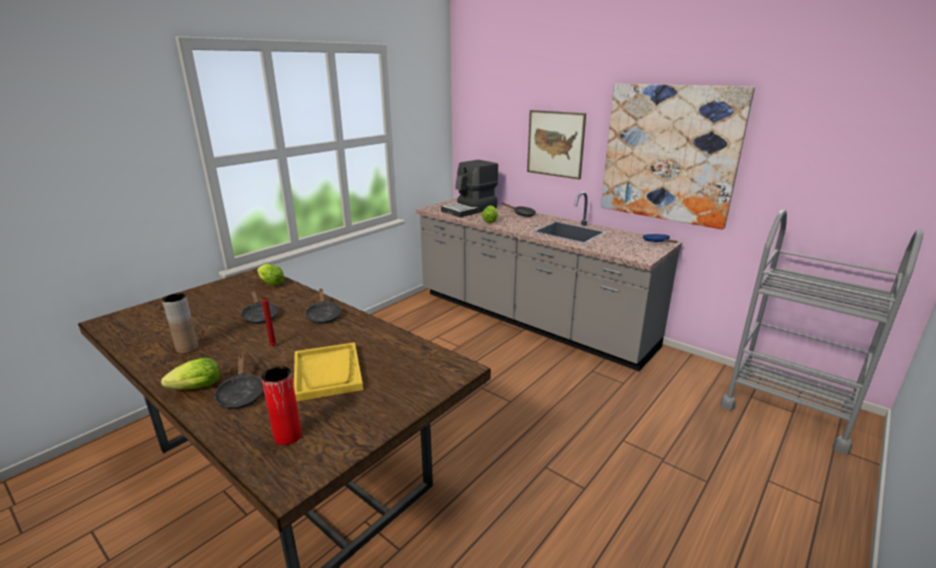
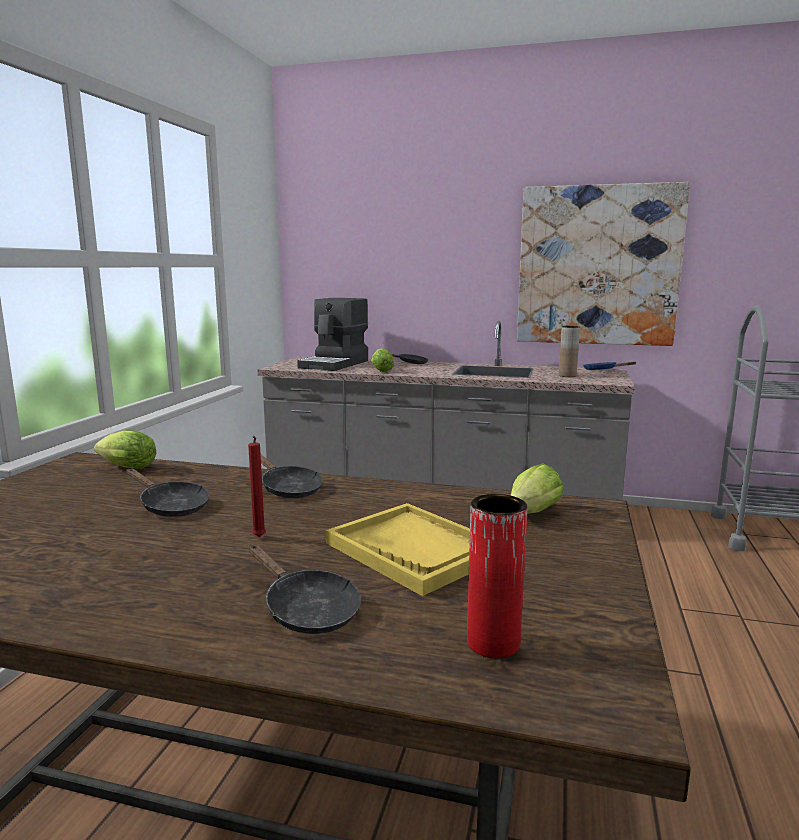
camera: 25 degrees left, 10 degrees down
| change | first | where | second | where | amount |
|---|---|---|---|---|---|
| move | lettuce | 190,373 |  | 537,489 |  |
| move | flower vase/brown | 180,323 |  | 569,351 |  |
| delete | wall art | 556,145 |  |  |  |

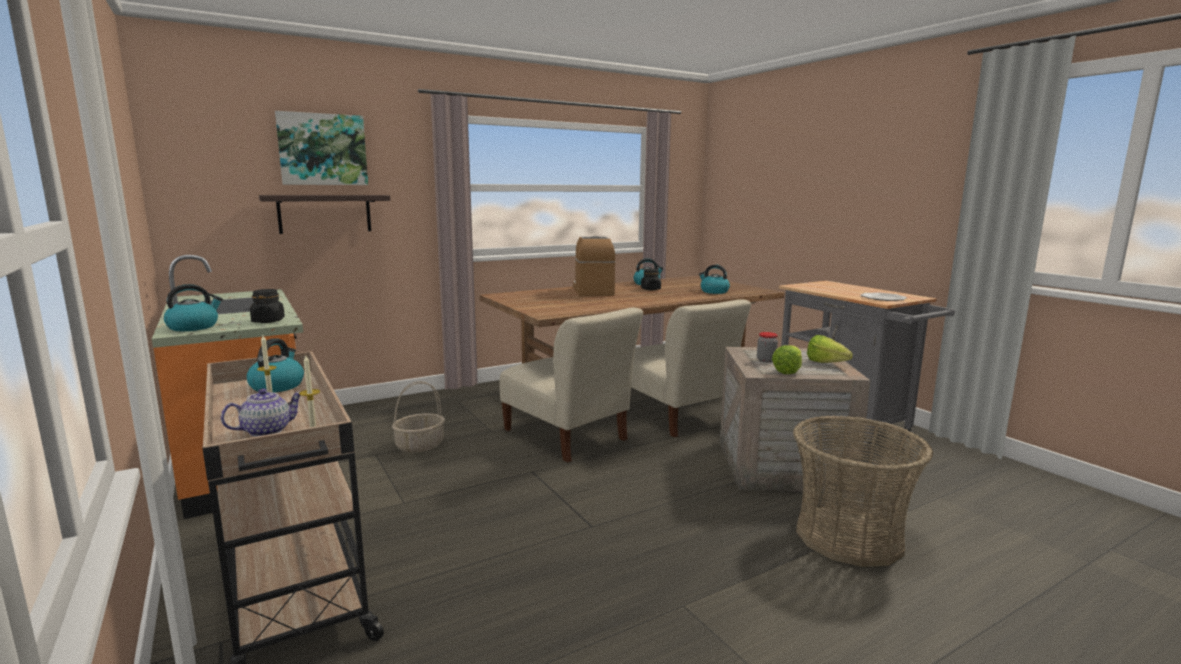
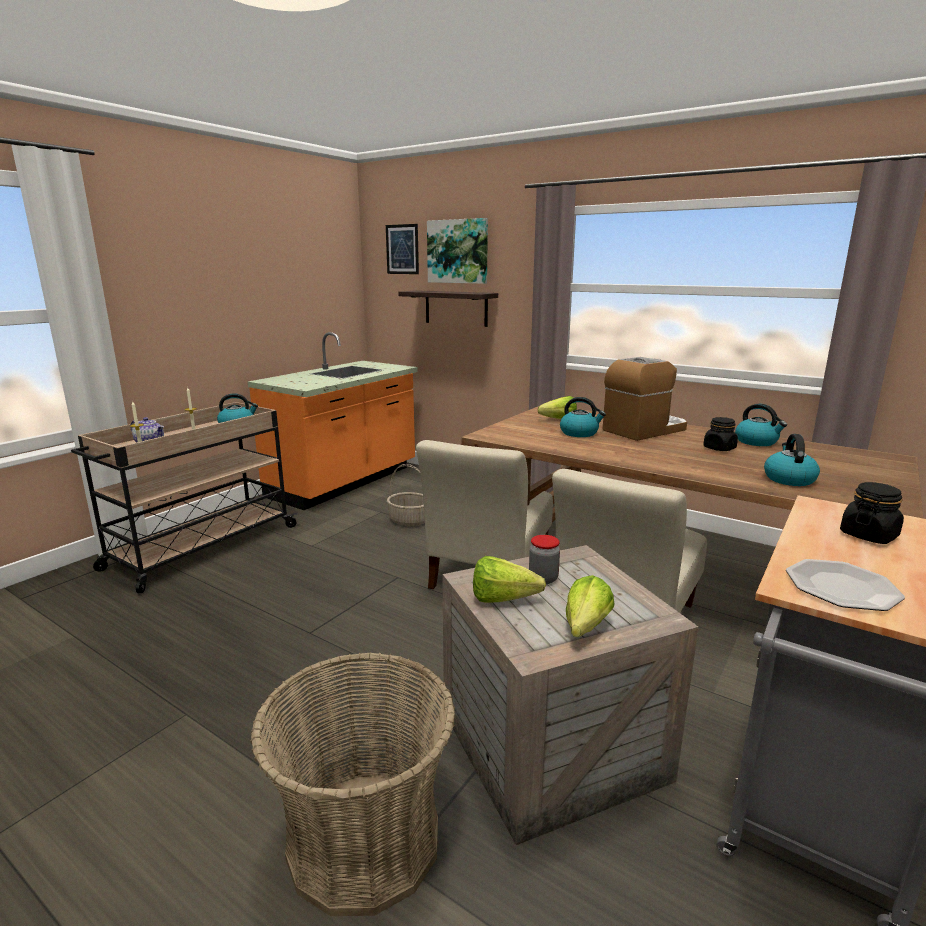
camera: 65 degrees right, 5 degrees up
| change | first | where | second | where | amount |
|---|---|---|---|---|---|
| move | kettle | 193,307 |  | 583,417 |  |
| move | preserve jar/blackish | 267,306 |  | 872,513 |  |
| insert |  |  | wall art | 402,249 |  |
| insert |  |  | lettuce | 557,407 |  |

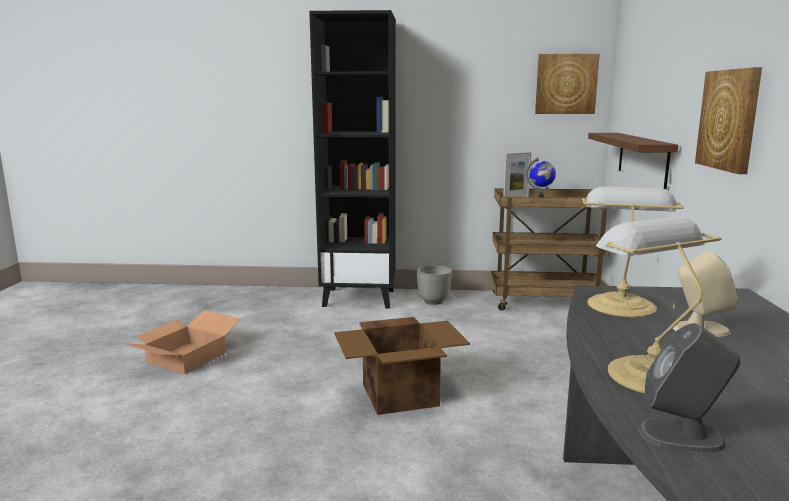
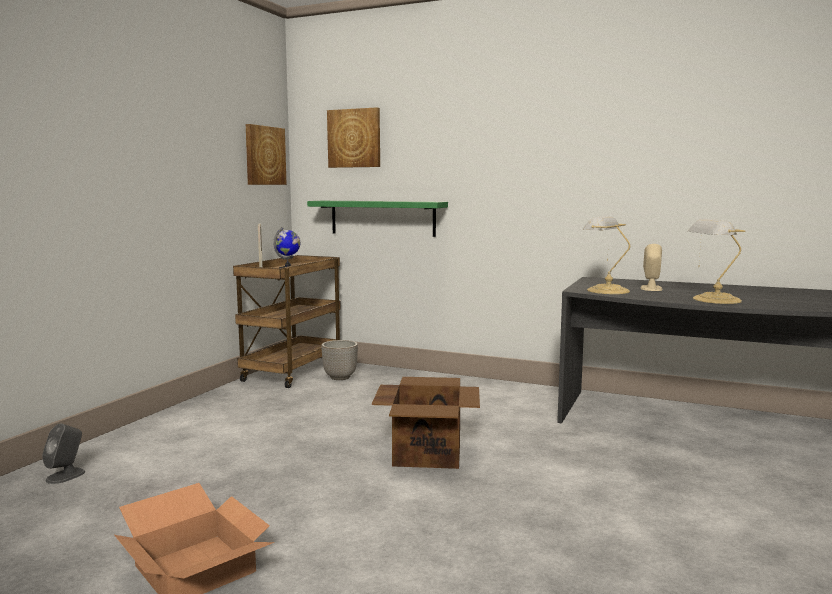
camera: 70 degrees left, 5 degrees down
| change | first | where | second | where | amount |
|---|---|---|---|---|---|
| delete | bookshelf/blackish | 352,159 |  |  |  |
| move | planter | 434,285 |  | 339,360 |  |
| recolor | bracket shelf/brown | 633,161 | bracket shelf/greenish | 377,219 |  |
| move | loudspeaker/grey | 690,388 |  | 63,453 |  |
| move | wall art | 728,120 |  | 353,137 |  |

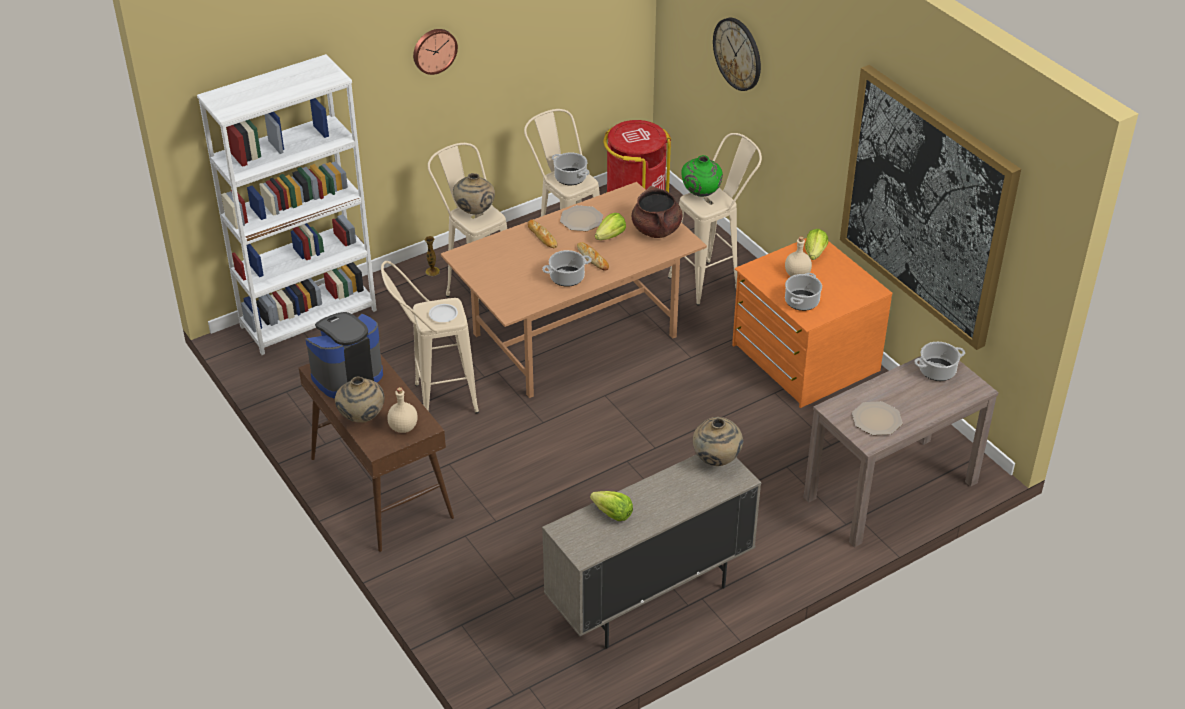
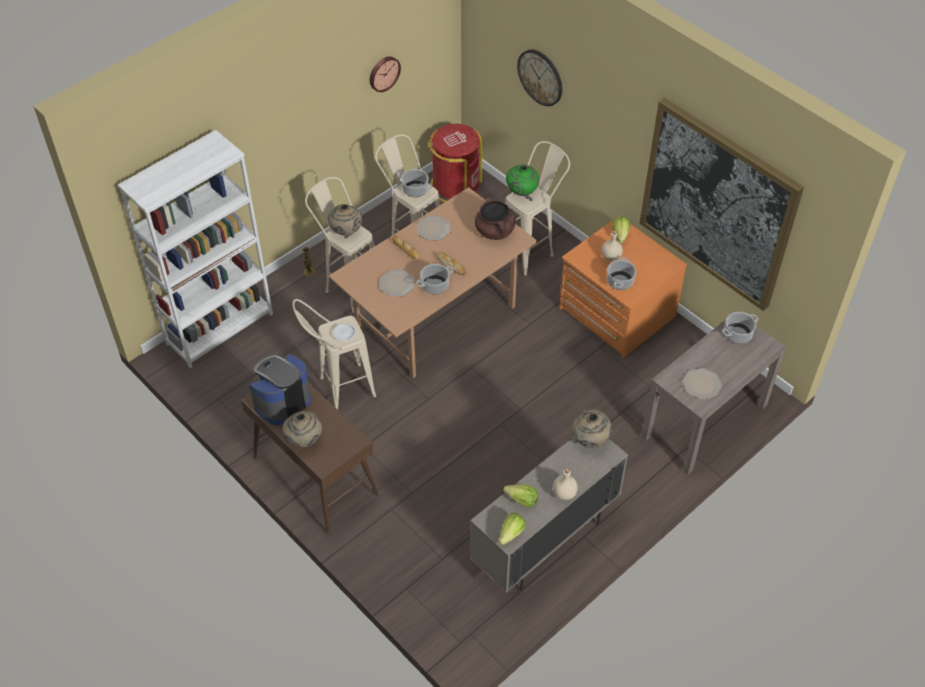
camera: 10 degrees left, 10 degrees up
| change | first | where | second | where | amount |
|---|---|---|---|---|---|
| move | drink bottle/beige | 402,410 |  | 565,484 |  |
| move | hanging clock | 435,52 |  | 385,74 |  |
| move | lettuce | 610,226 |  | 512,529 |  |
| insert |  |  | plate | 397,283 |  |

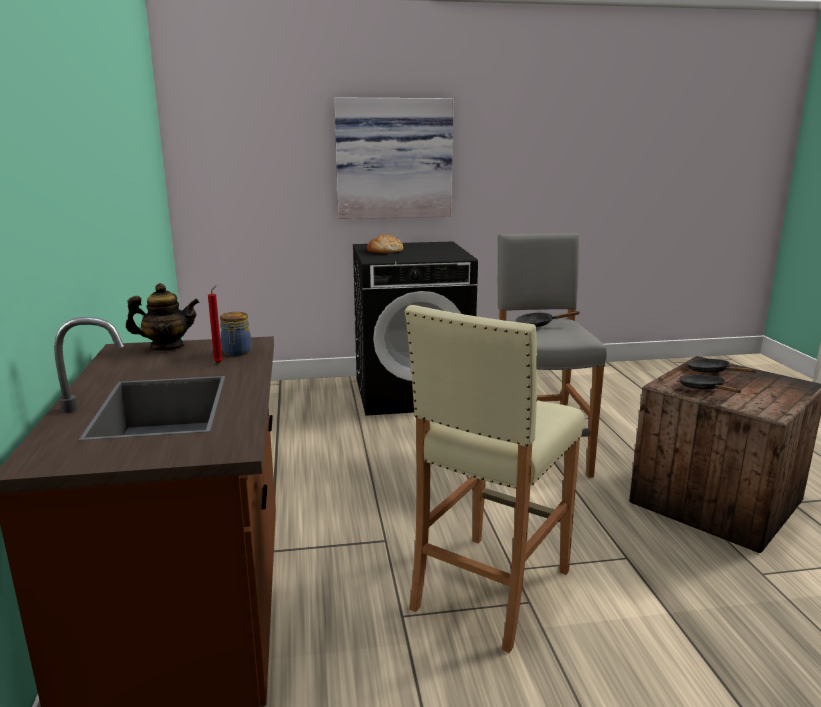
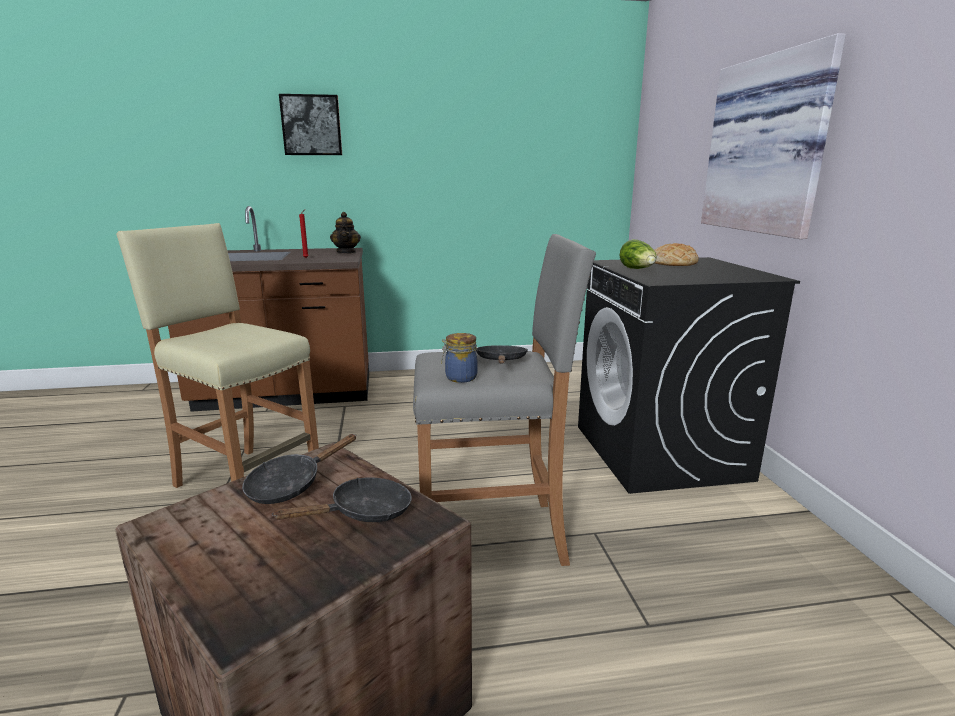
camera: 90 degrees right, 0 degrees up
| change | first | where | second | where | amount |
|---|---|---|---|---|---|
| move | preserve jar | 235,334 |  | 459,358 |  |
| rotate | skillet/blackish | 710,384 |  | 299,469 | 150 degrees clockwise |
| insert |  |  | wall art | 310,124 |  |
| insert |  |  | lettuce | 638,254 |  |

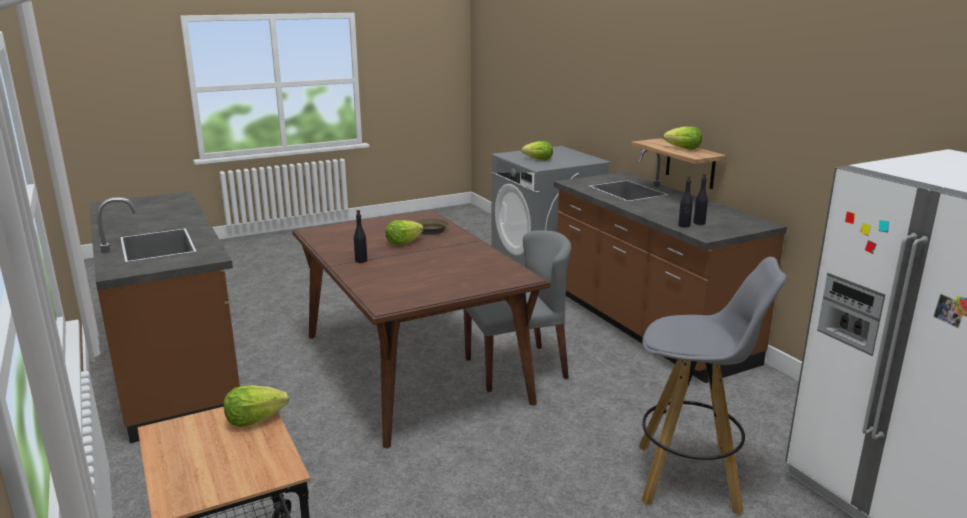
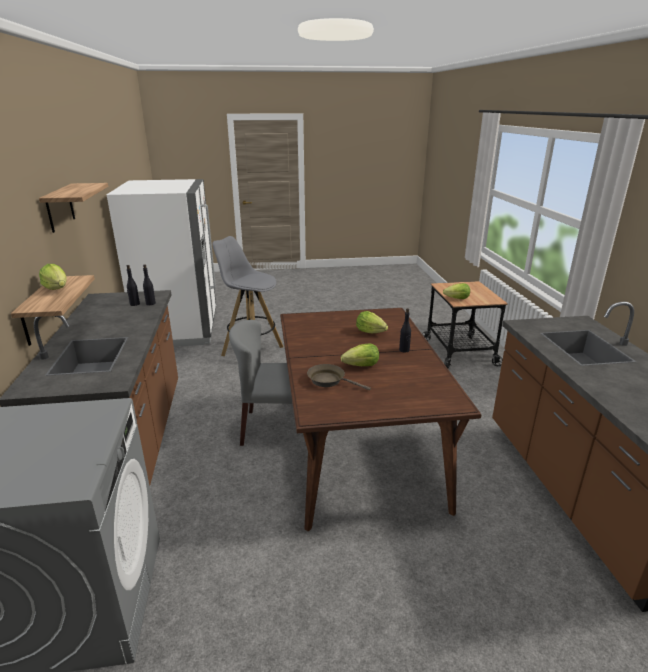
camera: 160 degrees left, 5 degrees up
| change | first | where | second | where | amount |
|---|---|---|---|---|---|
| move | lettuce | 537,150 |  | 372,322 |  |
| insert |  |  | bracket shelf | 73,208 |  |

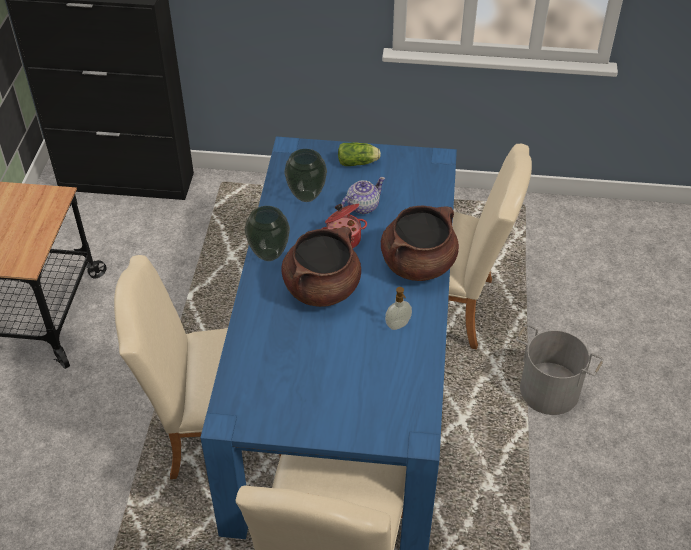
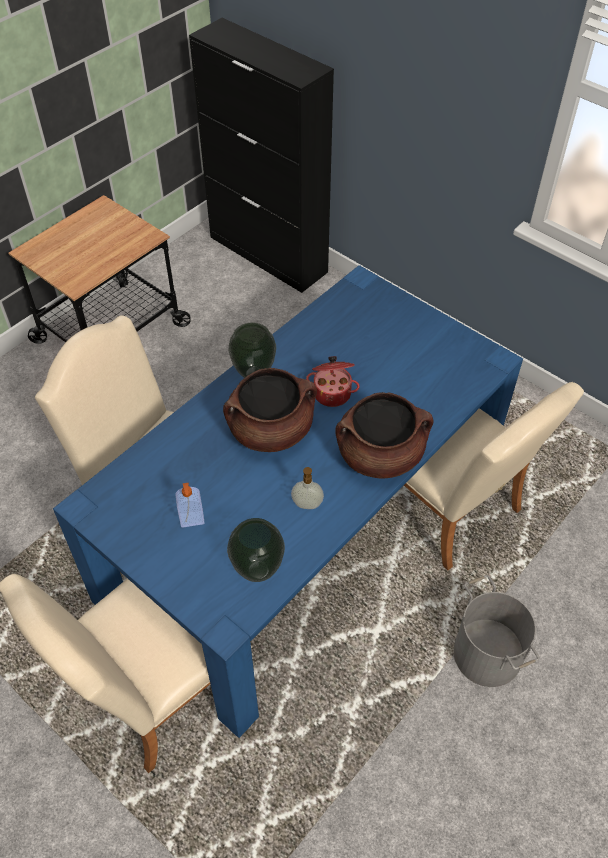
camera: 35 degrees right, 5 degrees up
| change | first | where | second | where | amount |
|---|---|---|---|---|---|
| move | flower vase | 305,175 |  | 256,550 |  |
| delete | lettuce | 359,154 |  |  |  |
| delete | pot for tea | 363,195 |  |  |  |
| insert |  |  | liquid soap bottle | 190,505 |  |

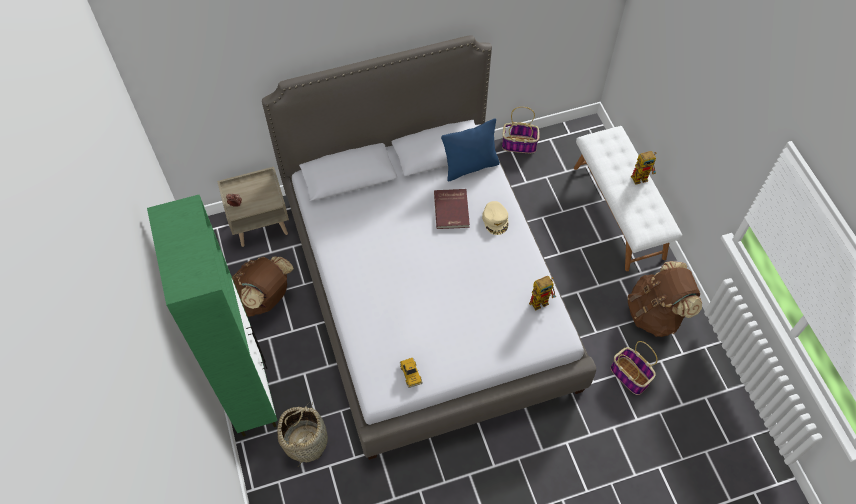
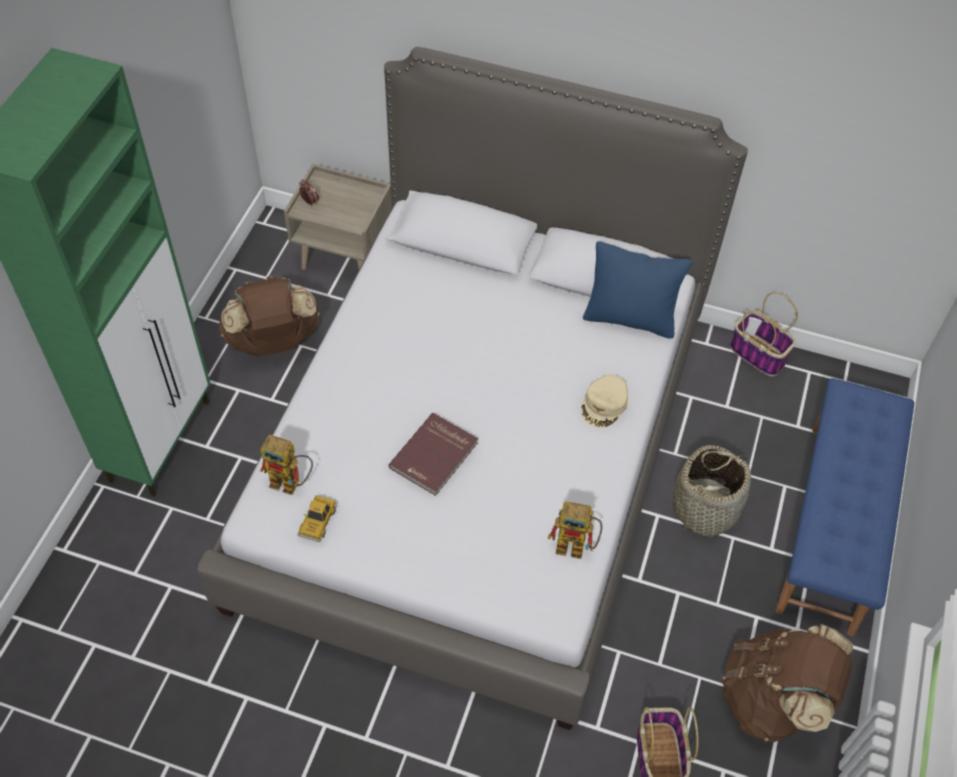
camera: 35 degrees right, 5 degrees down
| change | first | where | second | where | amount |
|---|---|---|---|---|---|
| move | household basket | 302,434 |  | 712,491 |  |
| move | book/red-coloured | 452,209 |  | 433,454 |  |
| recolor | long seat/white-coloured | 628,198 | long seat/bluish | 845,507 |  |
| move | model robot | 643,168 |  | 286,464 |  |

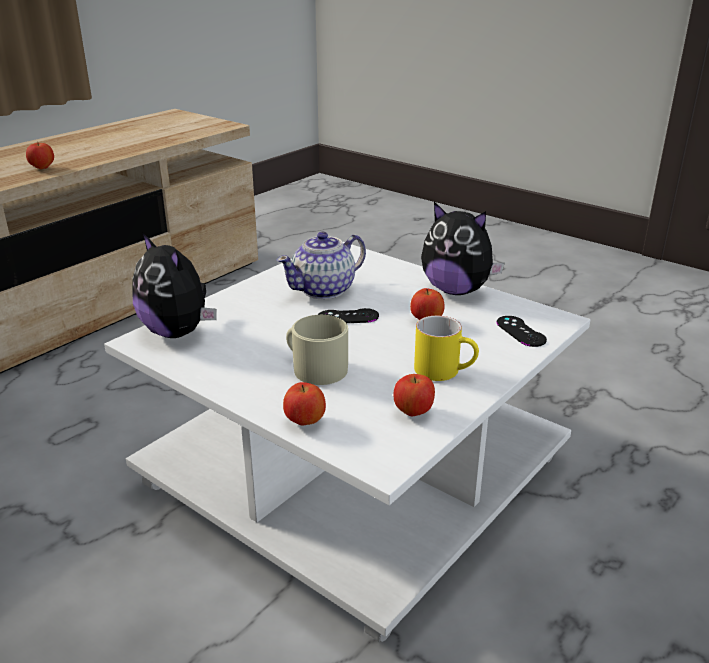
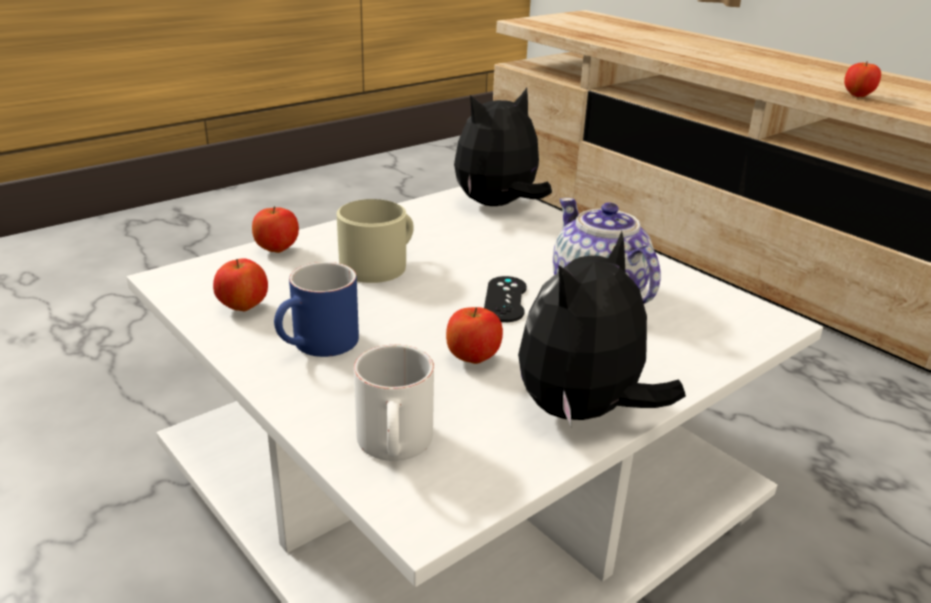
camera: 100 degrees right, 0 degrees up
| change | first | where | second | where | amount |
|---|---|---|---|---|---|
| recolor | tea mug/yellow | 446,348 | tea mug/bluish | 316,309 |  |
| replace | game controller/blackish | 521,331 | tea mug/white-coloured | 394,403 |  |

